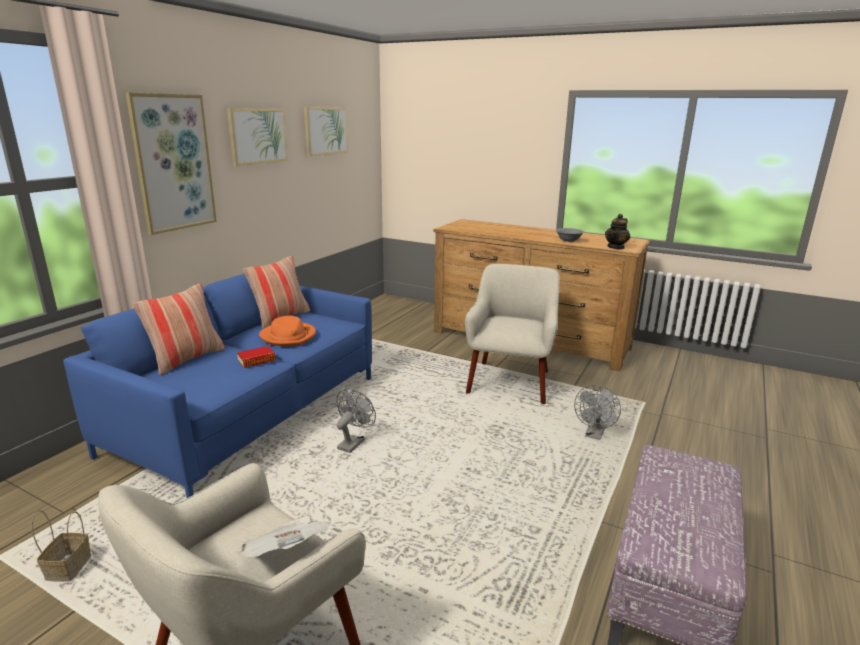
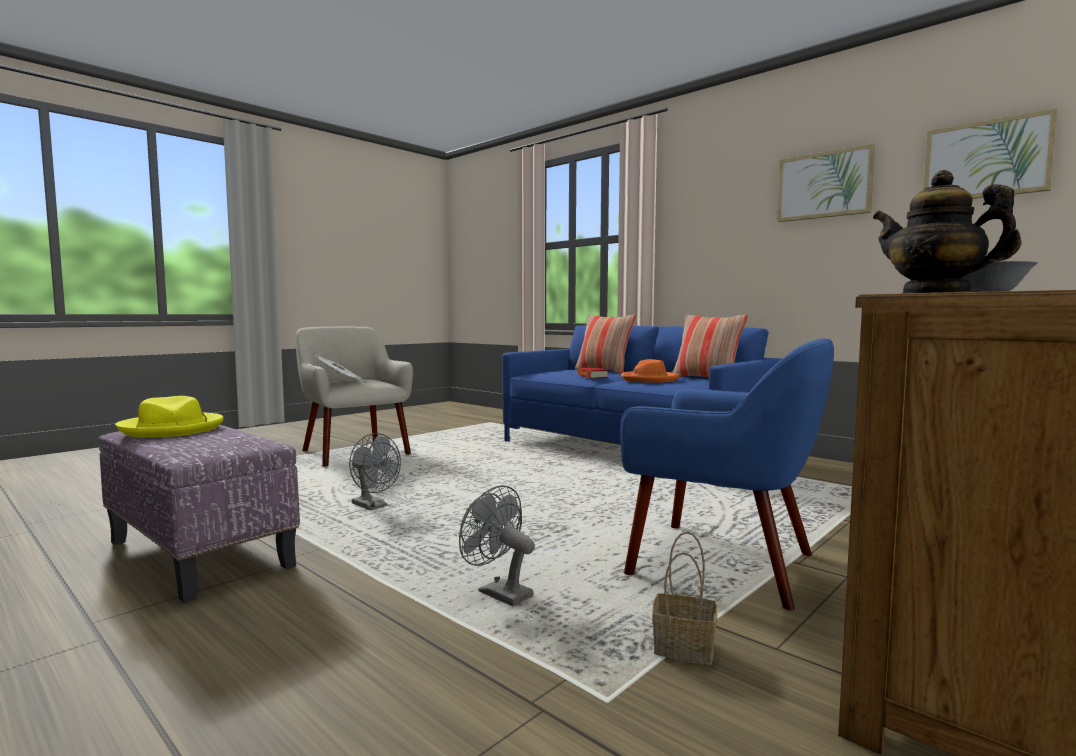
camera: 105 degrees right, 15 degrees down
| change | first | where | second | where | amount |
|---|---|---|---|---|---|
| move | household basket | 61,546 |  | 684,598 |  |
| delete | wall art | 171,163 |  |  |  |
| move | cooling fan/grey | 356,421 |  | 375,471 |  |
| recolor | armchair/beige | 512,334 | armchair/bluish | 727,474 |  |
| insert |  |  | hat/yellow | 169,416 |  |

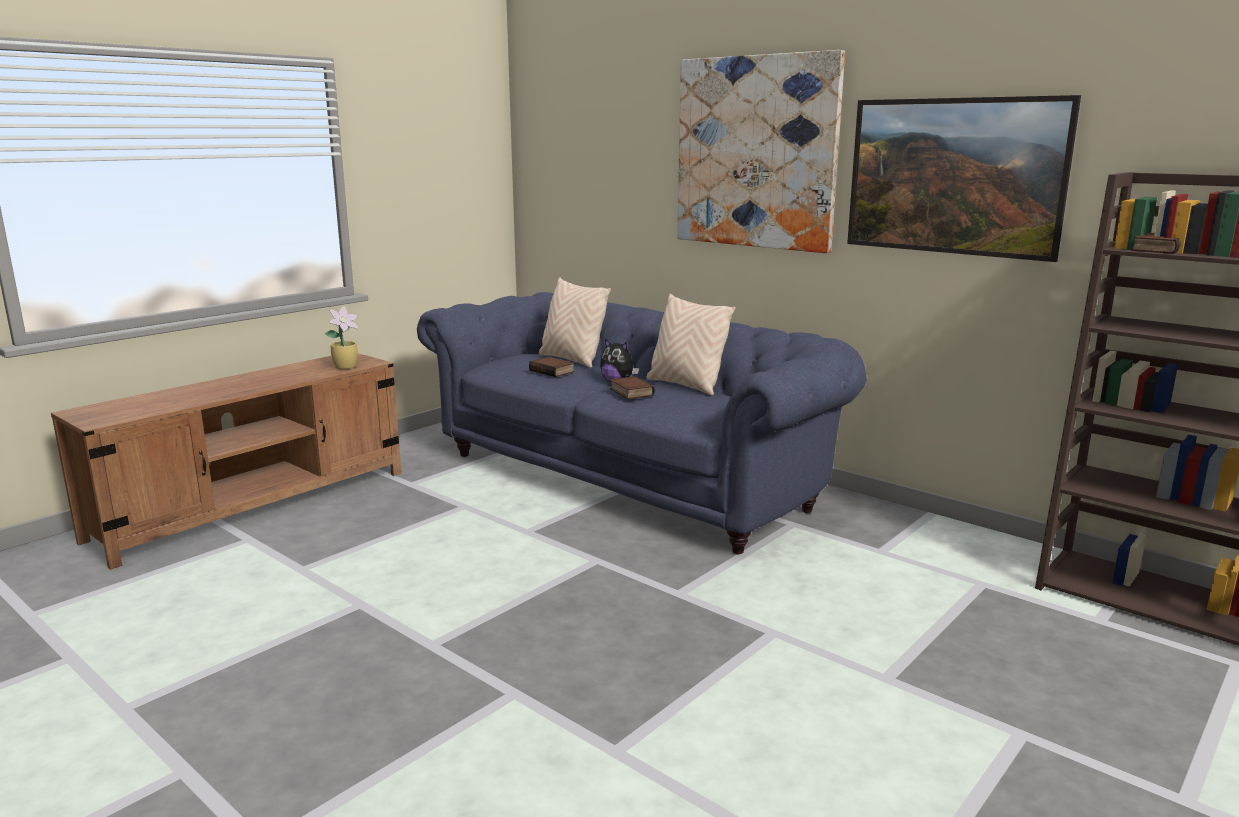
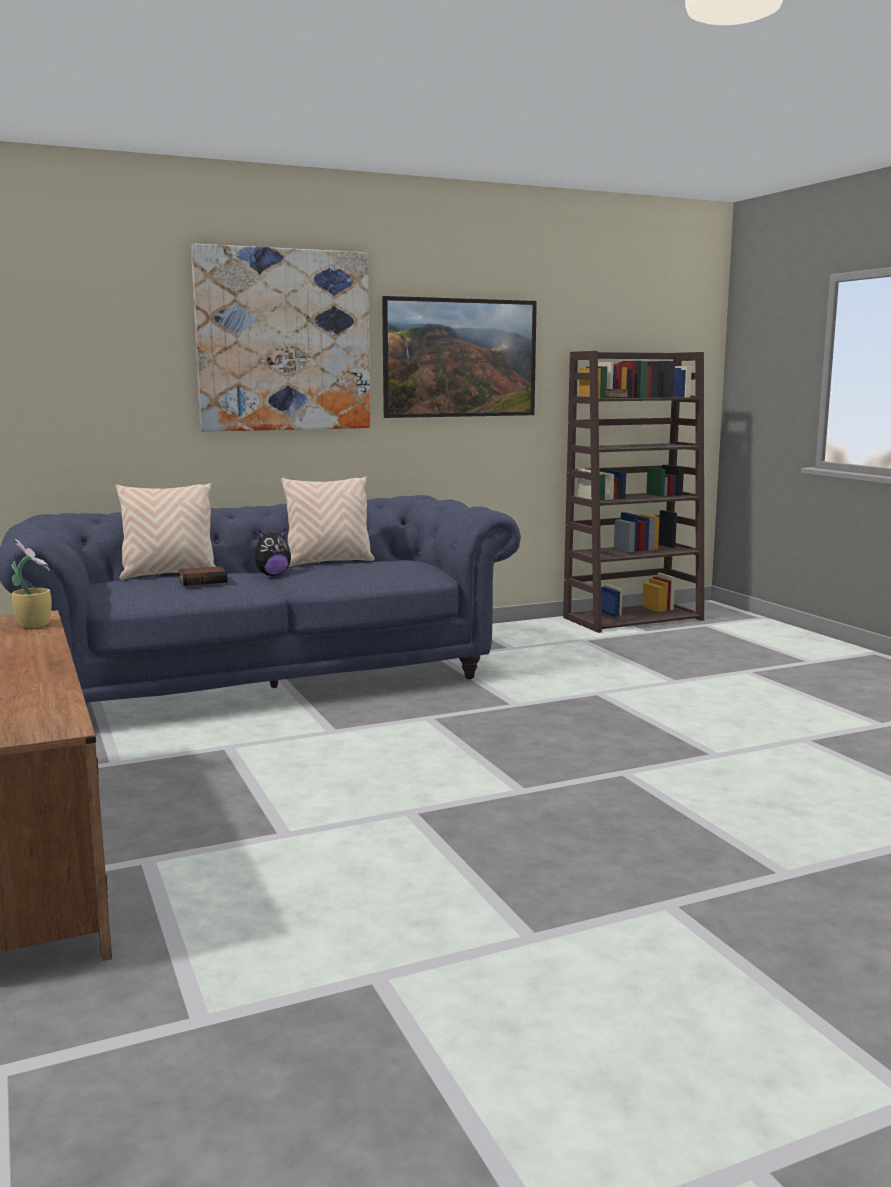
camera: 65 degrees left, 5 degrees down
| change | first | where | second | where | amount |
|---|---|---|---|---|---|
| delete | book | 632,387 |  |  |  |

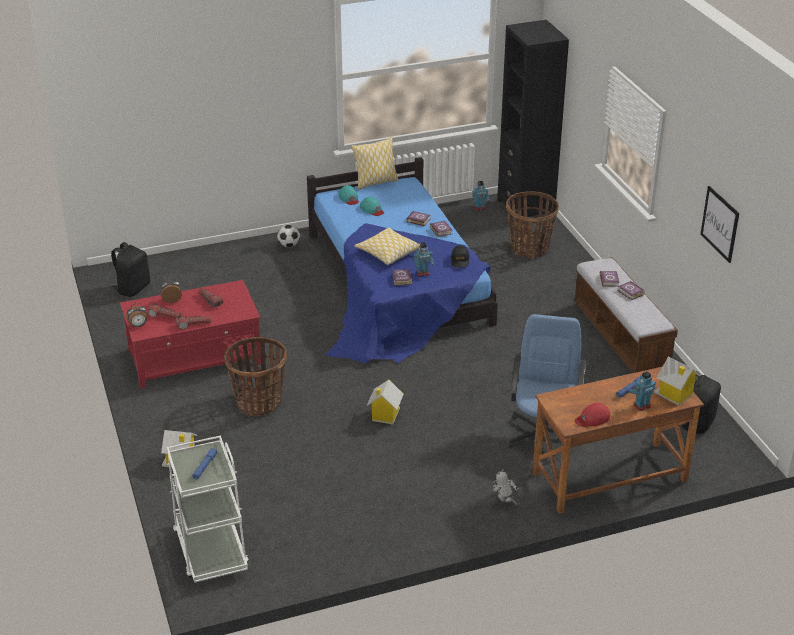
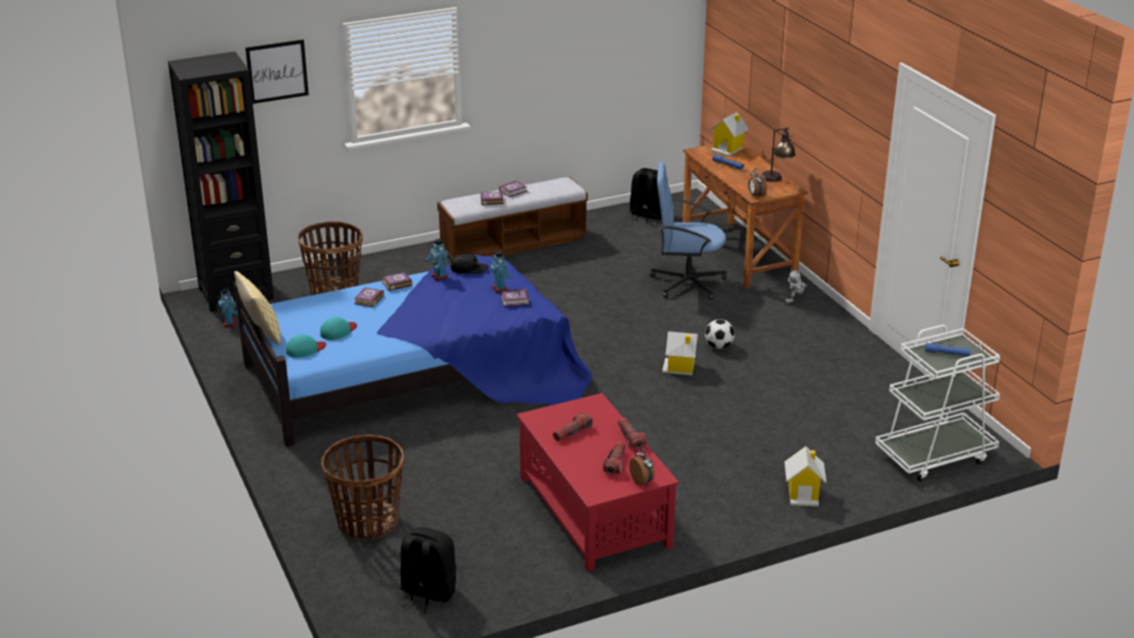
camera: 95 degrees left, 5 degrees down
| change | first | where | second | where | amount |
|---|---|---|---|---|---|
| move | alarm clock | 171,290 |  | 757,183 |  |
| move | household basket | 255,377 |  | 362,487 |  |
| move | football | 288,236 |  | 720,334 |  |
| delete | pillow | 387,246 |  |  |  |
| replace | baseball cap/red-coloured | 592,415 | table lamp | 779,154 |  |
| move | model robot | 642,391 |  | 436,259 |  |
| move | wall art | 719,224 |  | 277,72 |  |

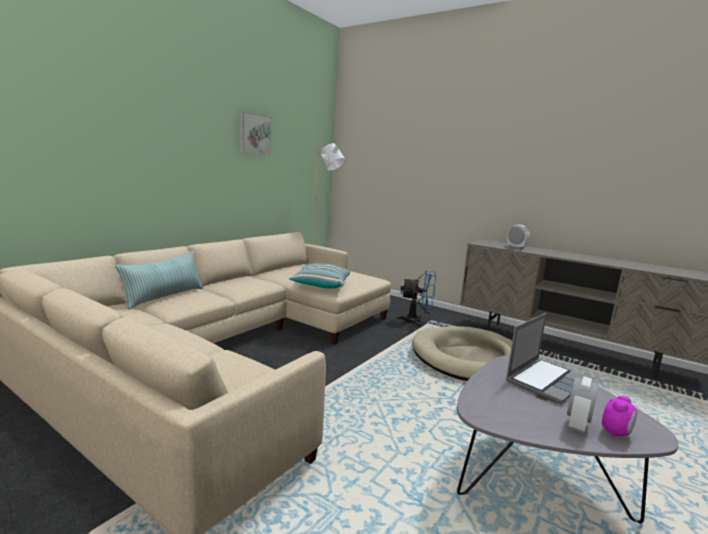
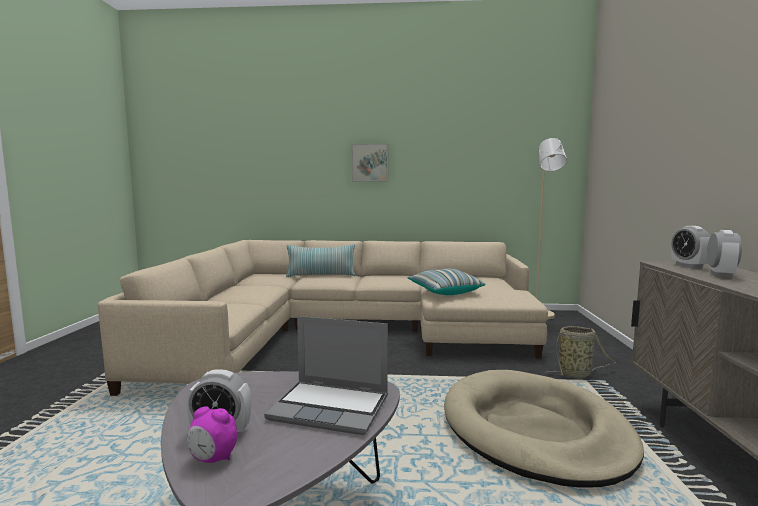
camera: 60 degrees right, 5 degrees down
| change | first | where | second | where | amount |
|---|---|---|---|---|---|
| move | wall art | 255,133 |  | 369,162 |  |
| replace | cooling fan/bluish | 416,299 | household basket | 580,352 |  |
| insert |  |  | alarm clock | 690,247 |  |

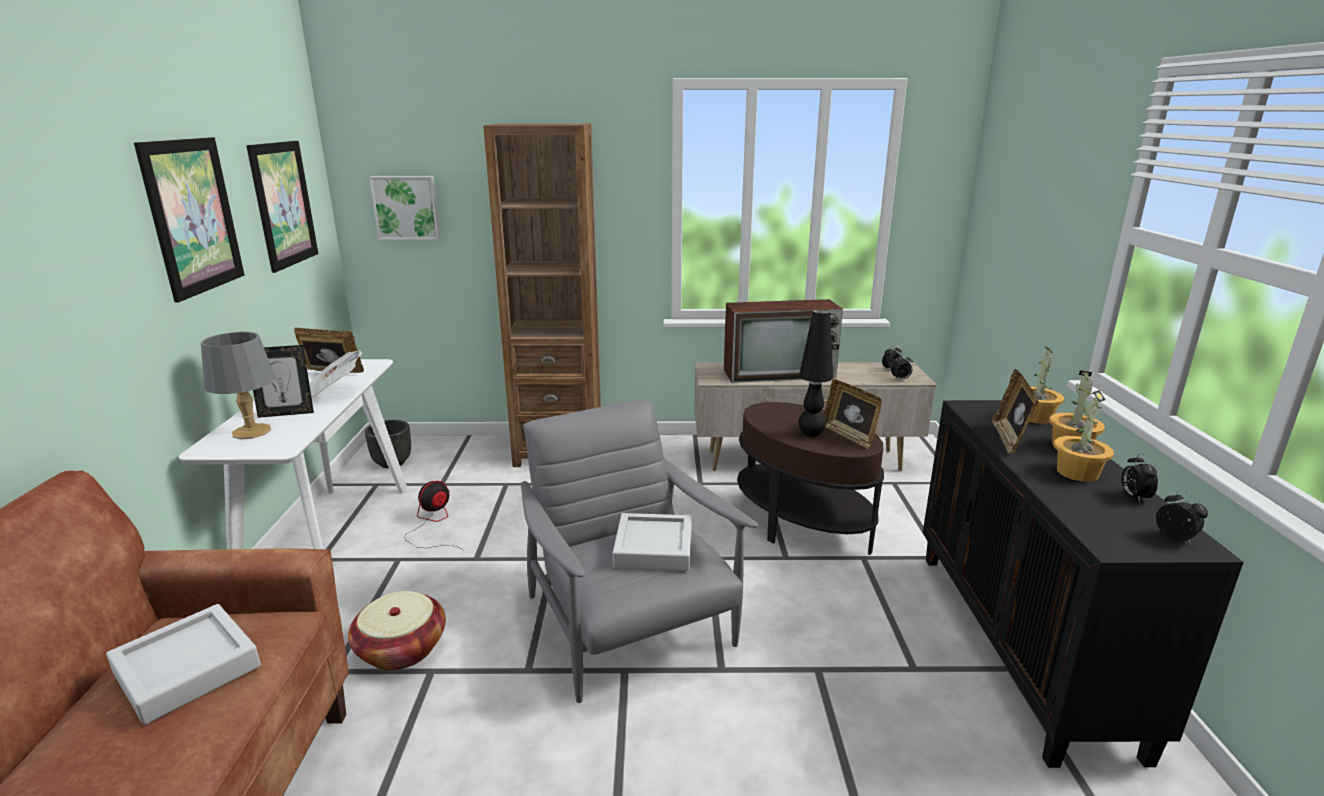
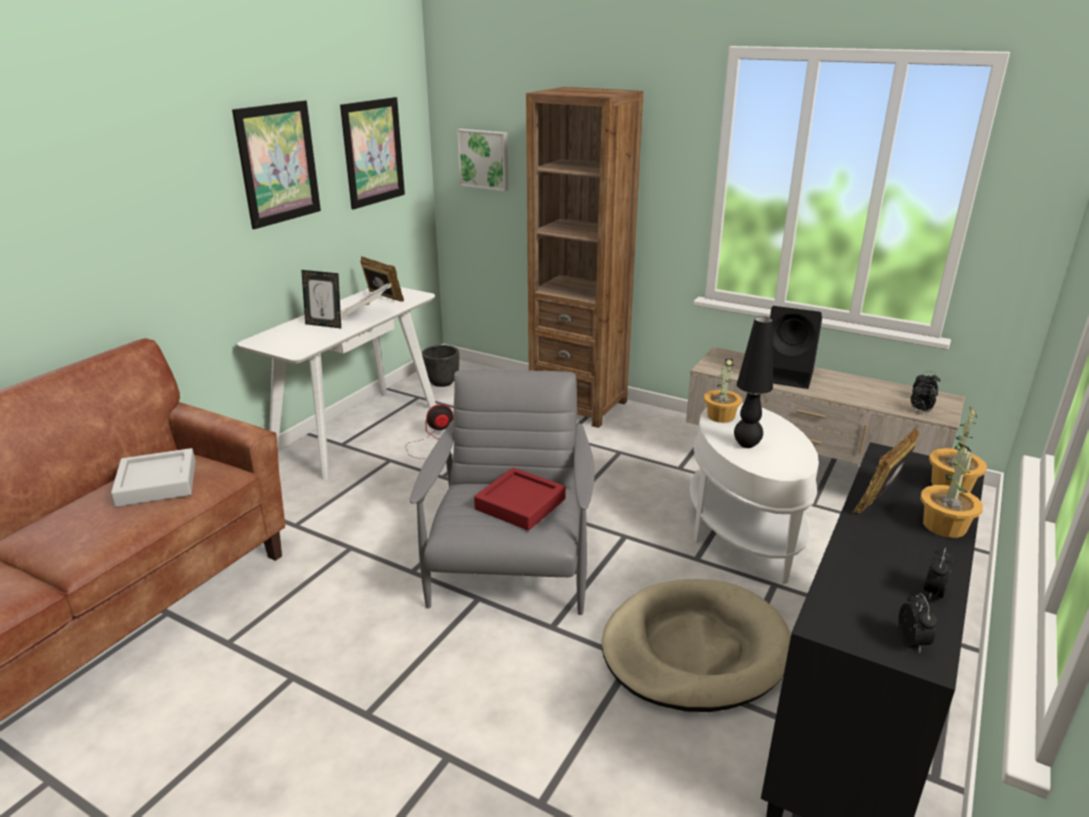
camera: 30 degrees right, 5 degrees up
| change | first | where | second | where | amount |
|---|---|---|---|---|---|
| delete | table lamp/grey | 238,385 |  |  |  |
| delete | household basket | 397,630 |  |  |  |
| recolor | tray/grey | 652,542 | tray/red-coloured | 520,499 |  |
| replace | TV set | 783,341 | loudspeaker/blackish | 796,347 |  |
| recolor | accent table/brown | 810,478 | accent table/white-coloured | 754,493 |  |
| delete | standing frame | 853,414 |  |  |  |
| move | houseplant | 1084,436 |  | 723,391 |  |
| insert |  |  | pet bed/beige | 696,645 |  |

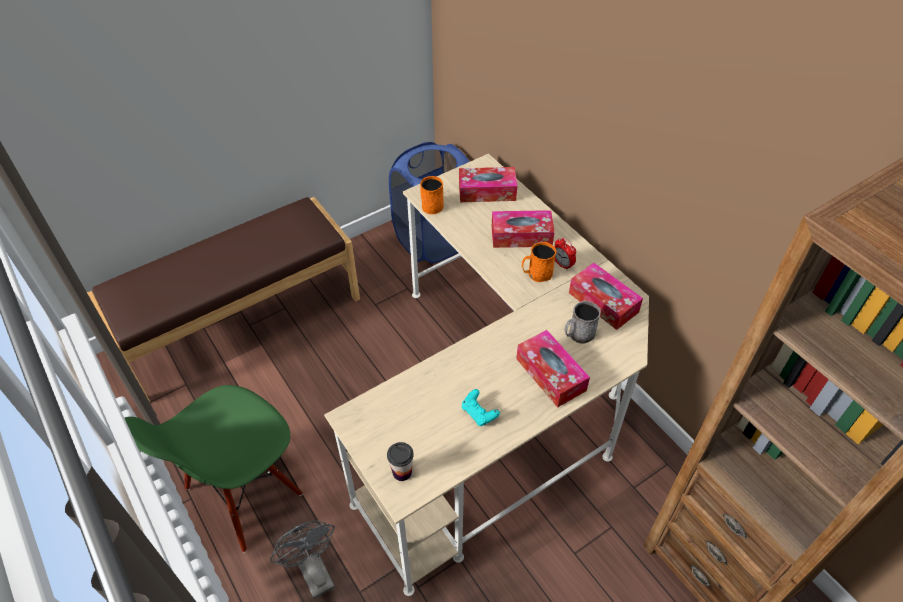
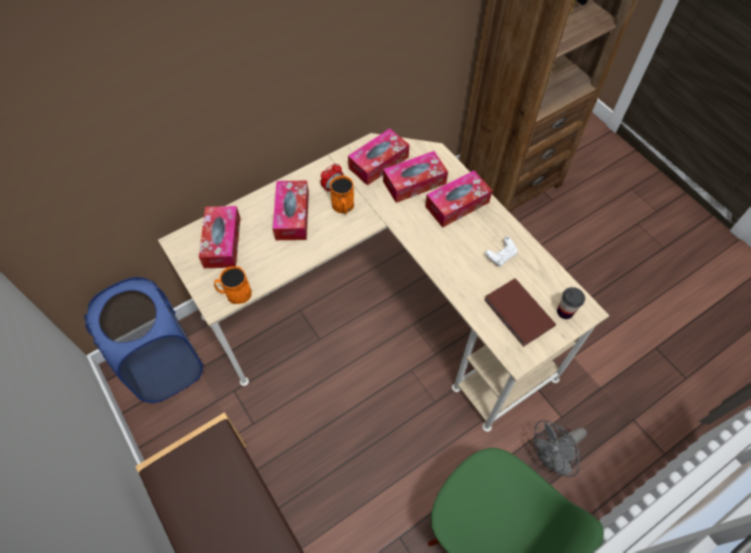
camera: 90 degrees left, 10 degrees up
| change | first | where | second | where | amount |
|---|---|---|---|---|---|
| recolor | game controller/blue-green | 481,407 | game controller/white-coloured | 501,251 |  |
| replace | tea mug/grey | 583,322 | box of tissues | 415,177 |  |
| insert |  |  | book/brown | 520,312 |  |

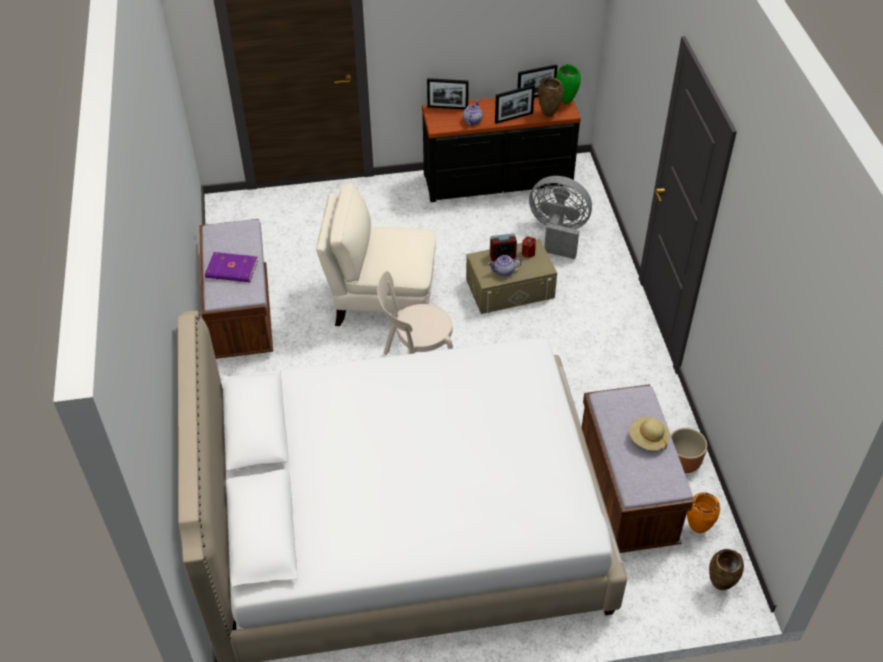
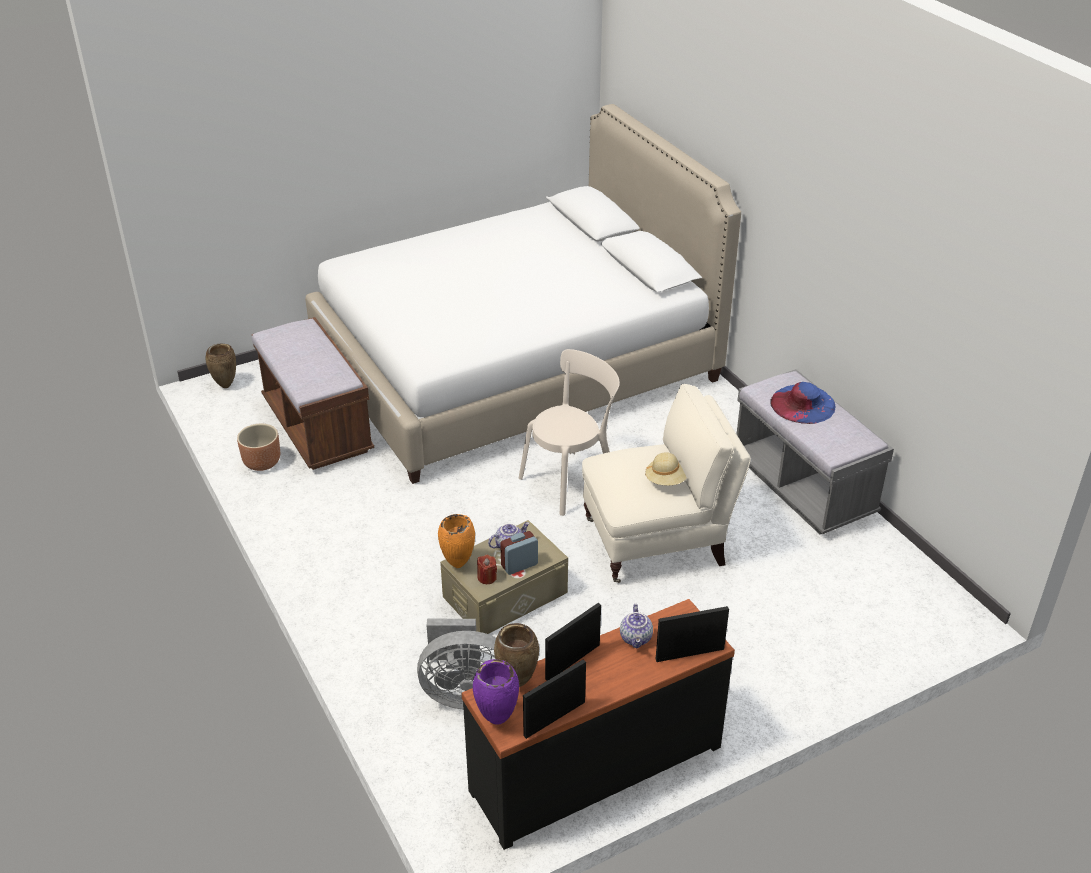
camera: 160 degrees right, 10 degrees down
| change | first | where | second | where | amount |
|---|---|---|---|---|---|
| recolor | long seat/brown | 236,289 | long seat/grey | 815,451 |  |
| replace | book/purple-coloured | 231,267 | hat/bluish | 802,403 |  |
| recolor | flower vase/greenish | 568,84 | flower vase/purple-coloured | 496,692 |  |
| move | hat/beige | 650,433 |  | 666,469 |  |
| move | flower vase/orange | 703,512 |  | 456,541 |  |

